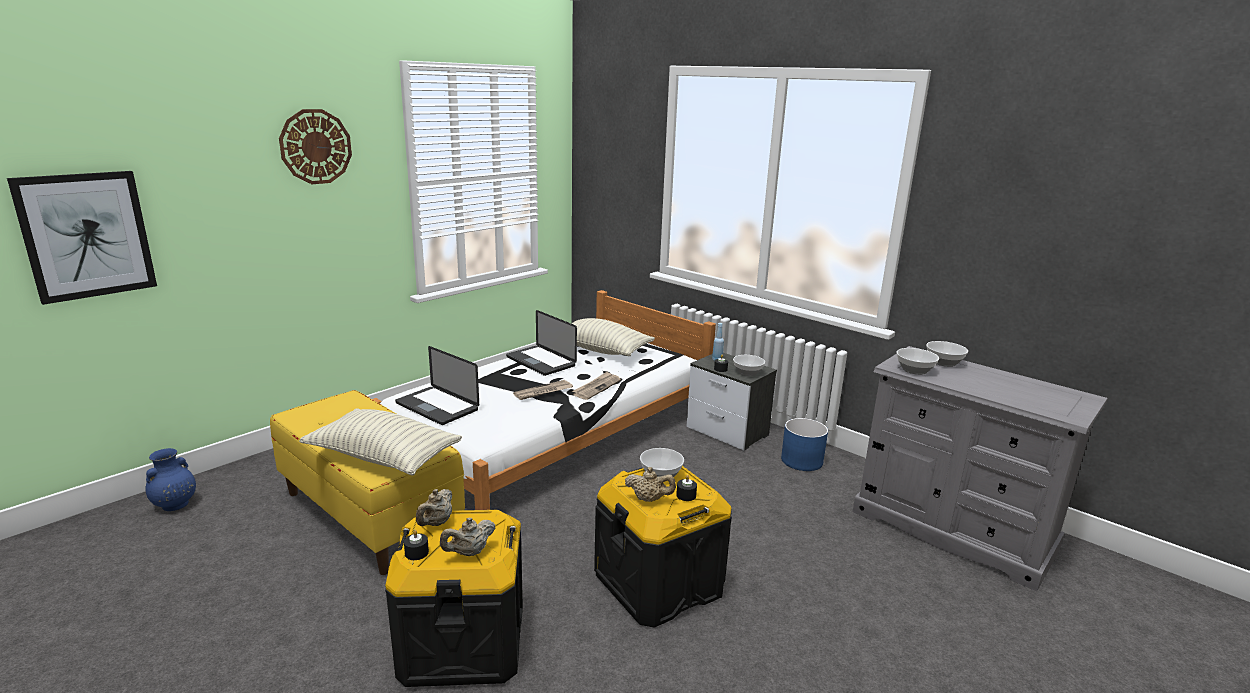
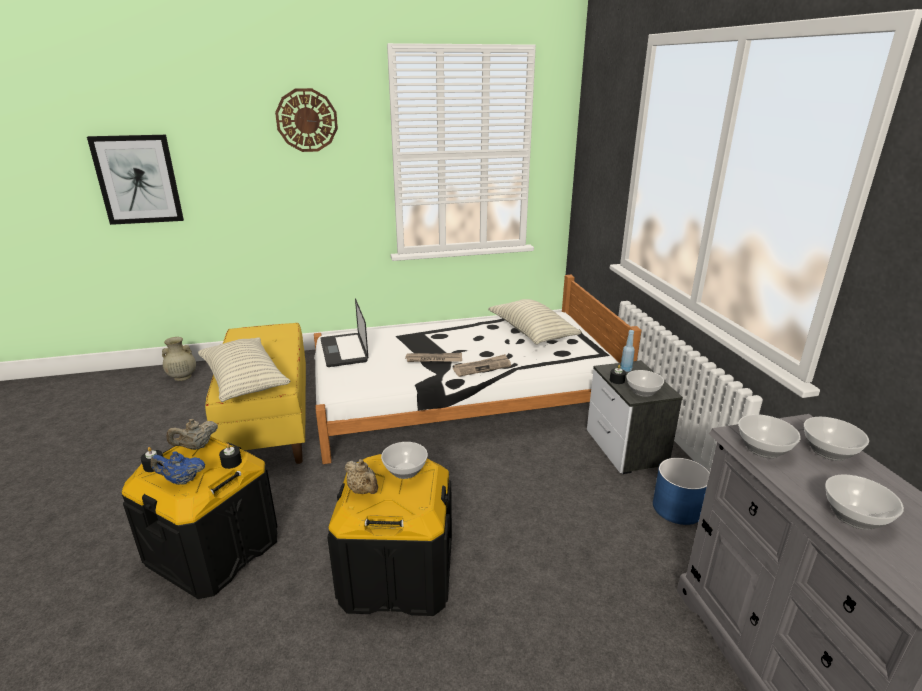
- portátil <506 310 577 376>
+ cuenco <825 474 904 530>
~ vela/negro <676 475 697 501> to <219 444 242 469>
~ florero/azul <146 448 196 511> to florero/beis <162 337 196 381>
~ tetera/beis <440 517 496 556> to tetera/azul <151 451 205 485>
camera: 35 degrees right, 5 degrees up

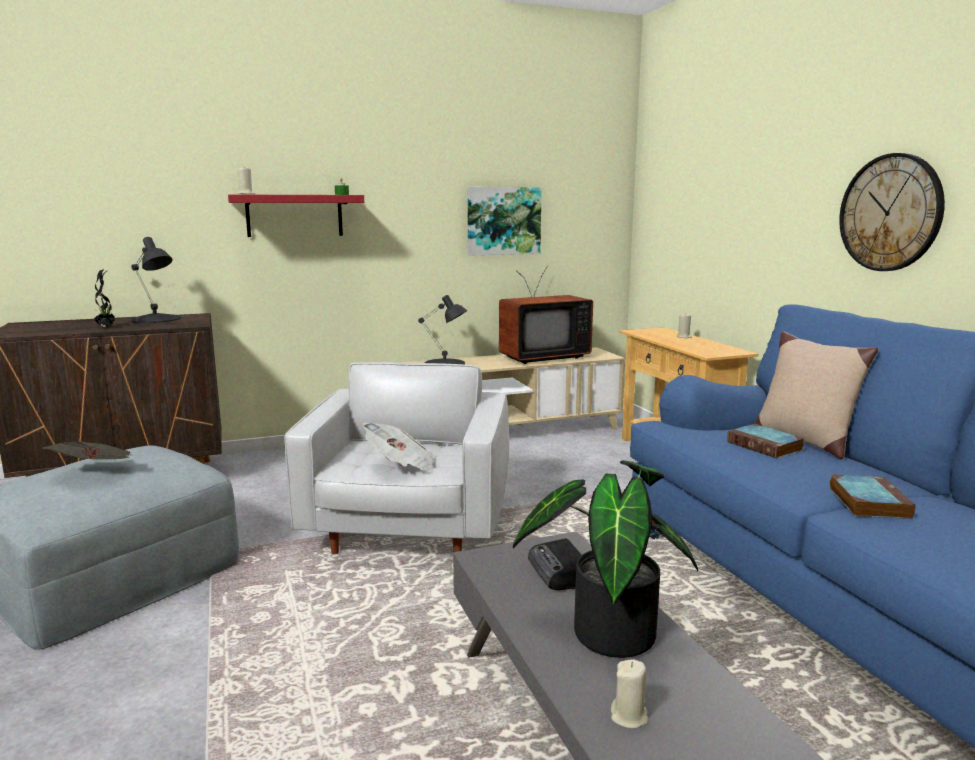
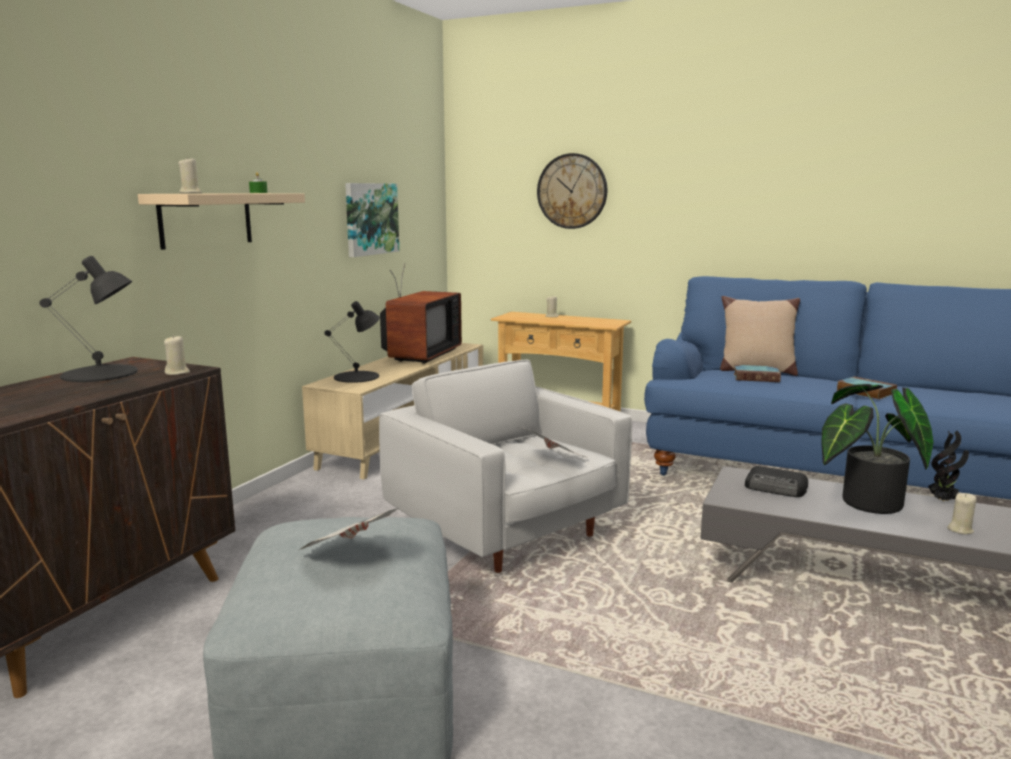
+ vela/beis <164 335 190 375>
~ planta en maceta <94 269 115 328> to <928 431 969 501>
~ reloj de pared <839 153 945 271> to <537 153 607 229>
~ estante/rojo <228 194 364 237> to estante/beis <138 193 305 250>
camera: 45 degrees left, 0 degrees up

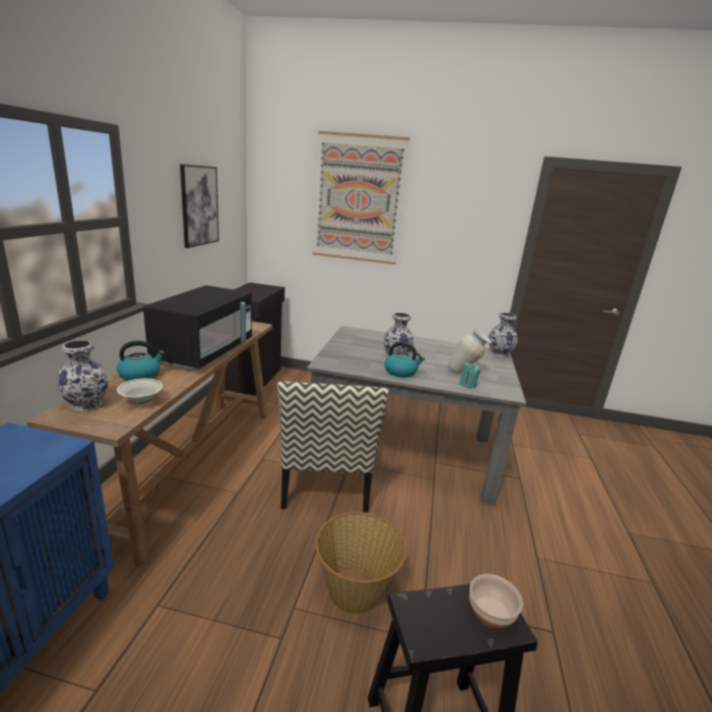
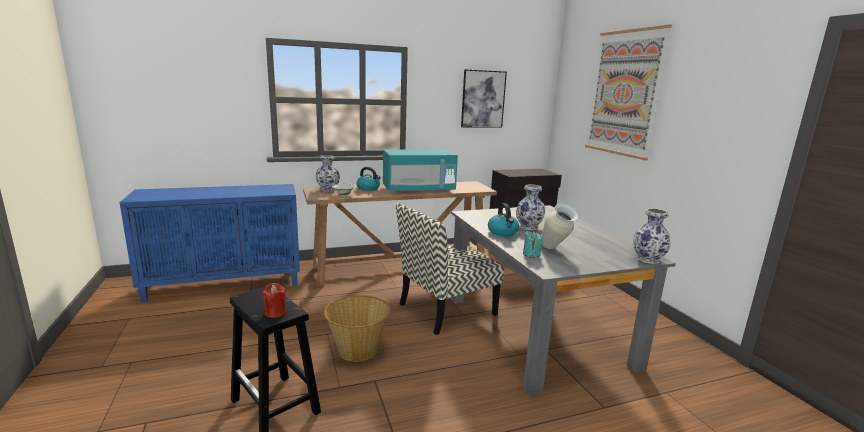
~ cuenco <469 574 523 629> to vela/rojo <262 283 287 318>
~ microondas/negro <143 285 252 369> to microondas/turquesa <383 149 458 193>
camera: 60 degrees right, 5 degrees down

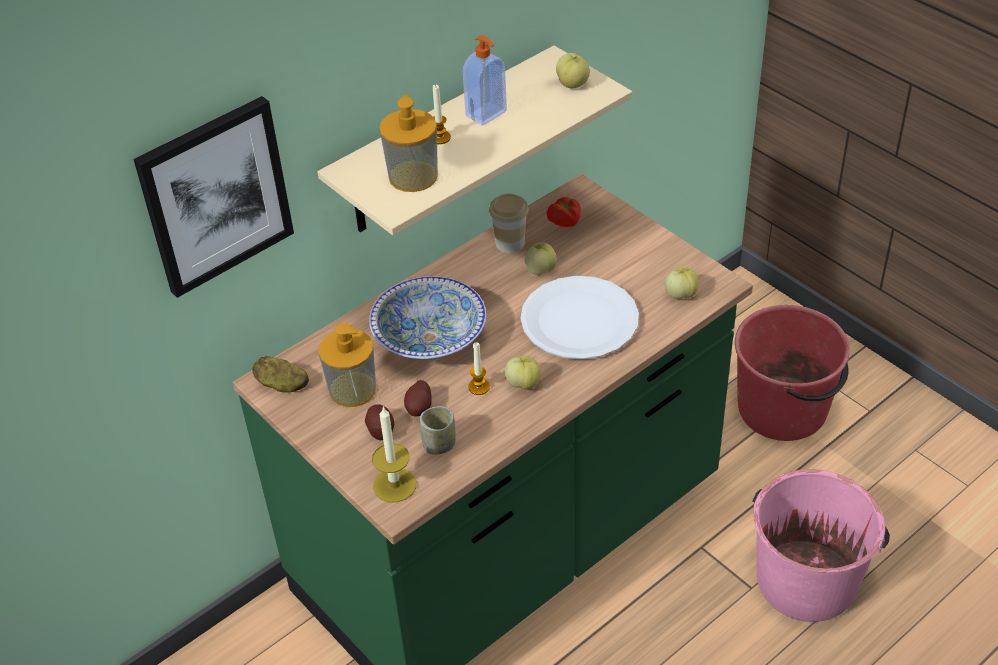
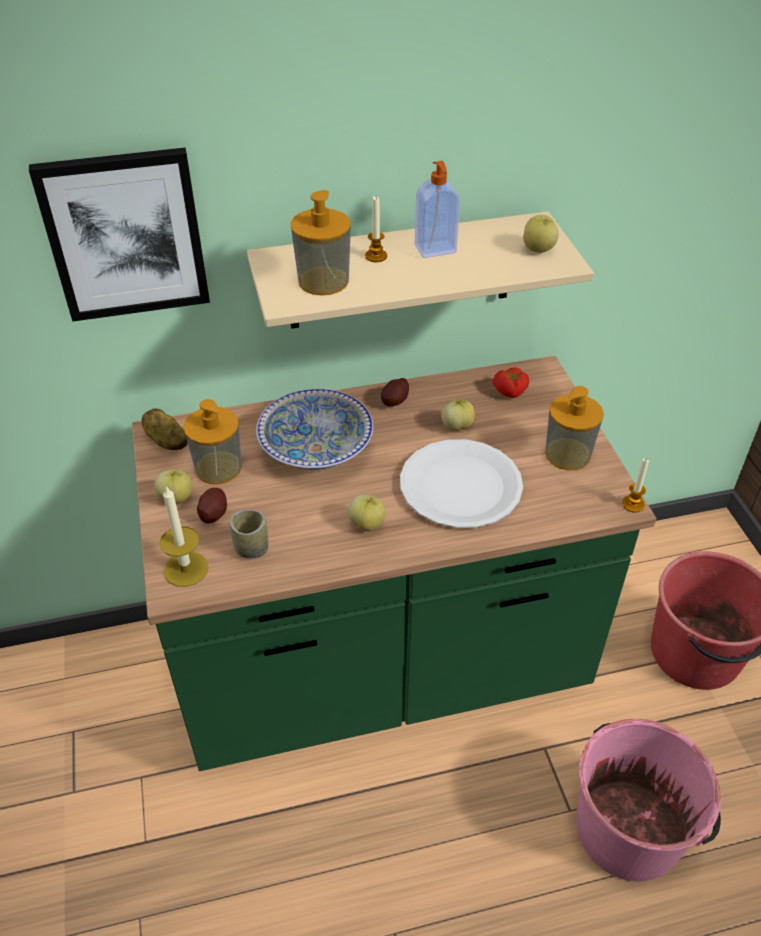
- taza <489 194 529 253>
+ dispensador de jabón <545 386 604 470>
~ patata <404 380 432 417> to <381 378 409 406>
~ vela <468 342 490 395> to <622 458 649 513>
~ manzana <665 267 699 299> to <155 469 193 504>
camera: 25 degrees right, 0 degrees up

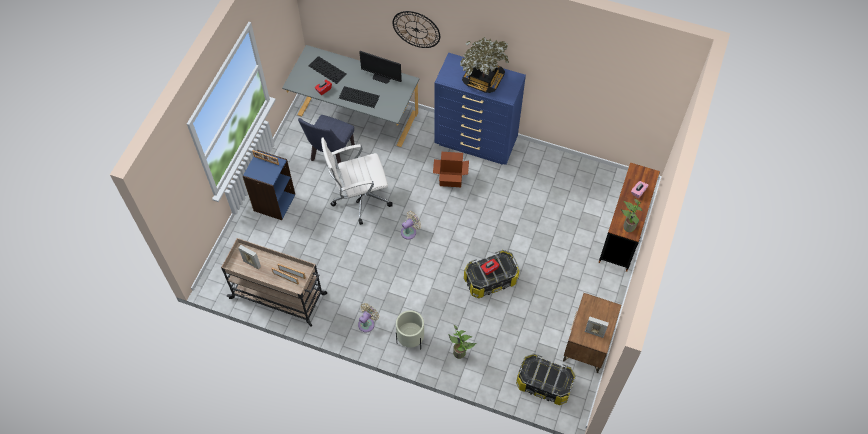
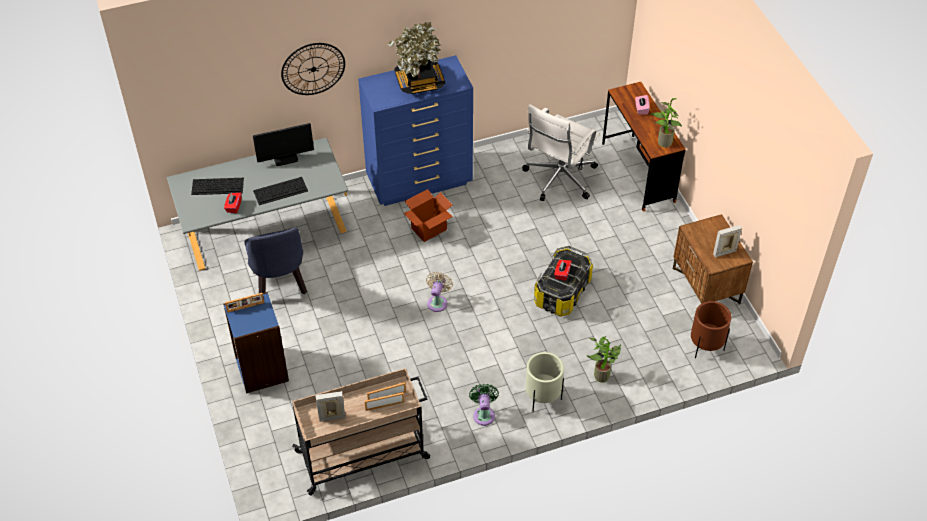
~ silla de oficina/blanco <321 137 393 225> to <522 104 600 201>
~ caja de almacenaje <516 353 576 405> to maceta/marrón <691 301 732 359>
~ ventilador/beis <358 303 379 333> to ventilador/verde <469 384 499 426>
camera: 40 degrees left, 10 degrees down

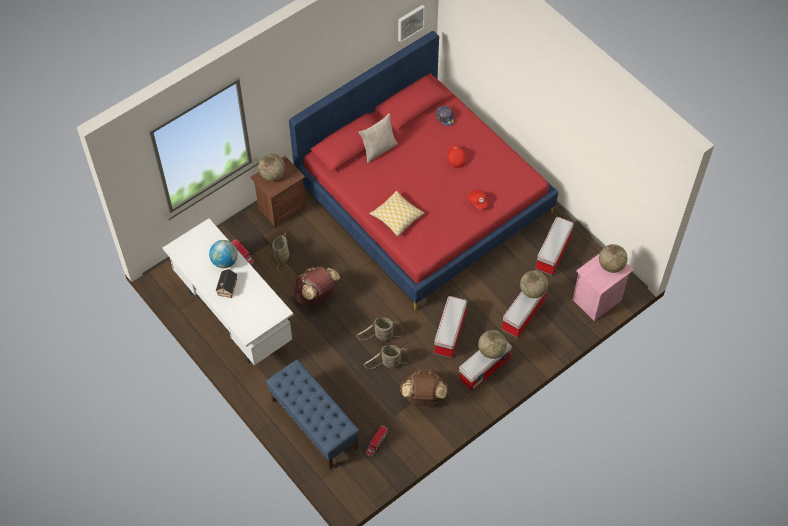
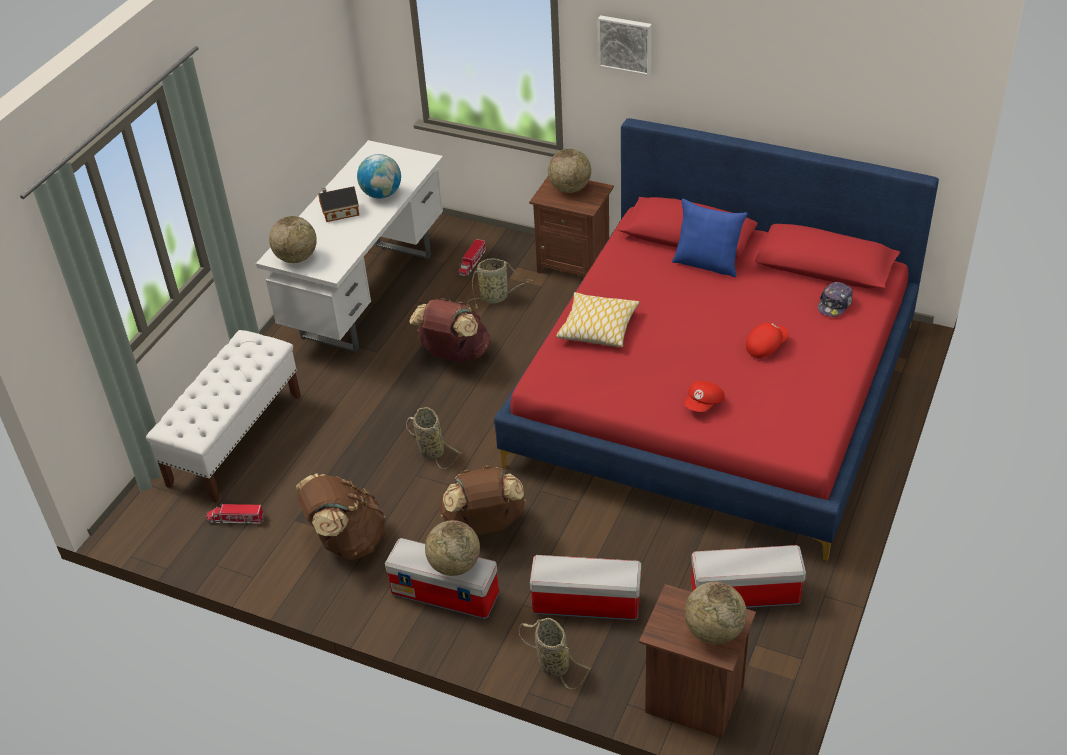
~ cesta <364 345 410 369> to <519 618 591 689>
~ cuadro <398 5 425 43> to <598 15 652 76>
~ globo terráqueo <520 270 548 298> to <269 216 317 263>
~ caja de almacenaje <434 296 467 358> to mochila/marrón <439 465 526 535>
~ banco/azul <266 359 360 469> to banco/blanco <146 330 301 503>
~ cojín/beis <359 113 398 163> to cojín/azul <672 199 747 277>
~ mesita de noche/rosa <572 254 634 321> to mesita de noche/marrón <639 584 756 738>
camera: 65 degrees right, 15 degrees down

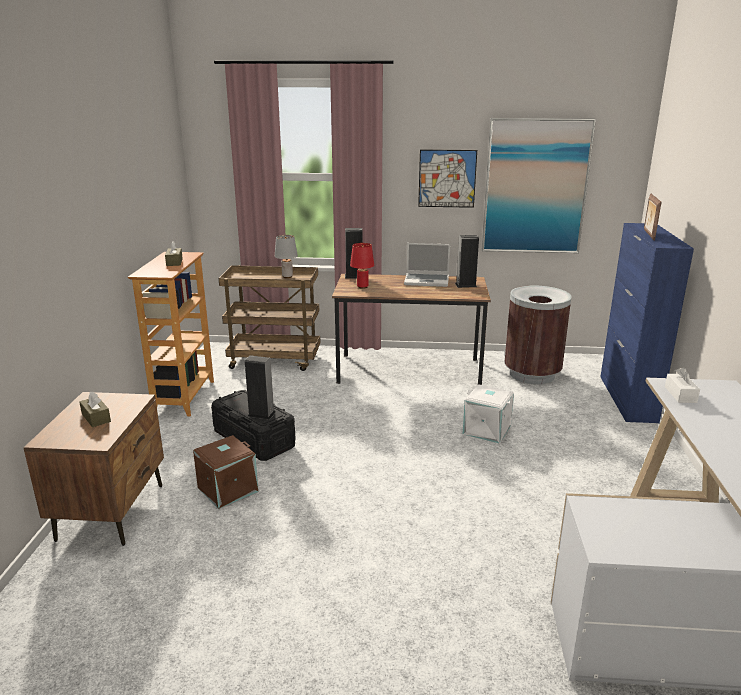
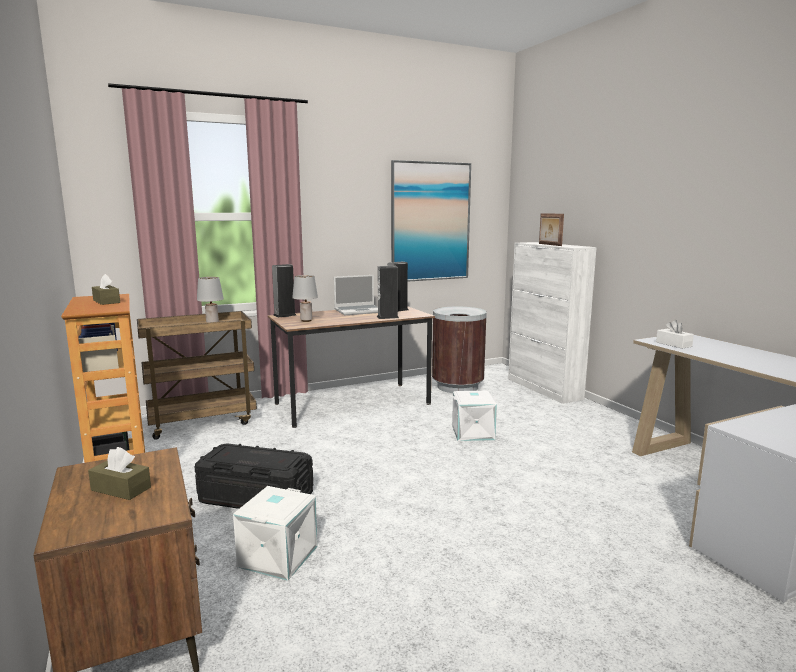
- cuadro <418 150 477 208>
~ altavoz <245 355 276 420> to <377 266 399 319>
~ caja de almacenaje/marrón <193 435 259 509> to caja de almacenaje/blanco <233 486 318 581>
~ lámpara de mesa/rojo <350 243 374 289> to lámpara de mesa/gris <292 275 318 322>
~ armario/azul <600 223 694 423> to armario/blanco <508 242 597 404>
camera: 30 degrees left, 10 degrees down

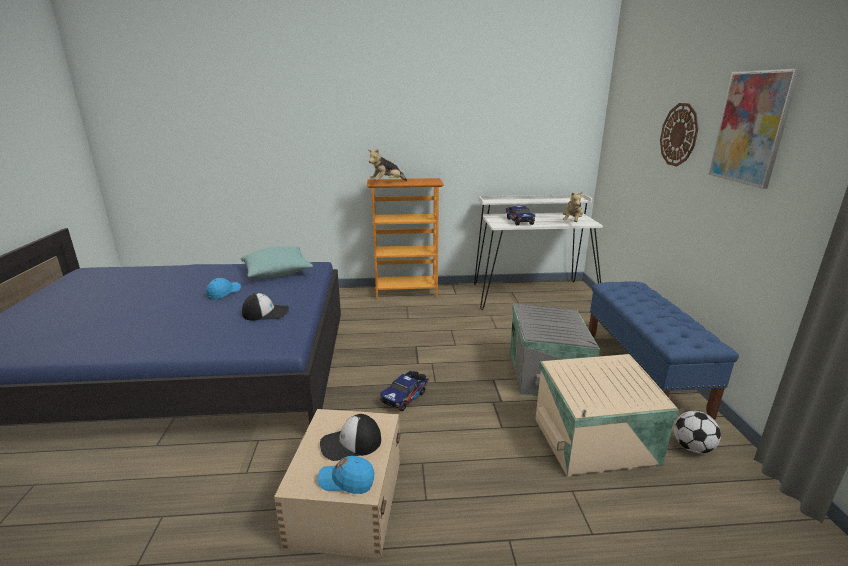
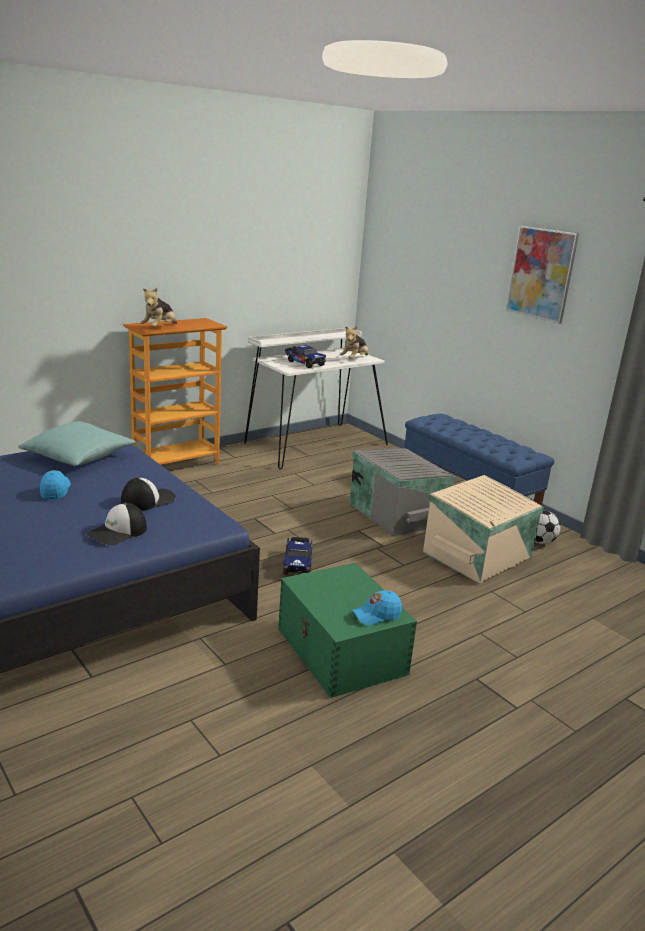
- reloj de pared <660 103 698 166>
~ gorra <320 414 381 461> to <87 502 147 545>
~ caja de almacenaje/beis <274 409 401 559> to caja de almacenaje/verde <278 563 417 698>
~ peluche <563 191 583 222> = <339 326 368 359> 45 degrees clockwise
camera: 35 degrees left, 0 degrees up

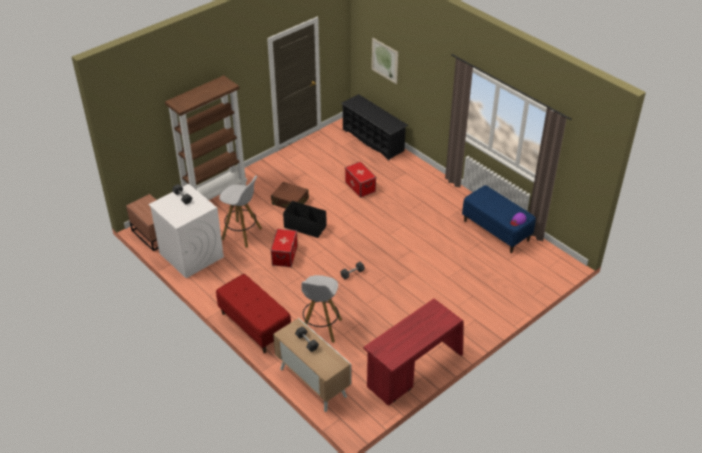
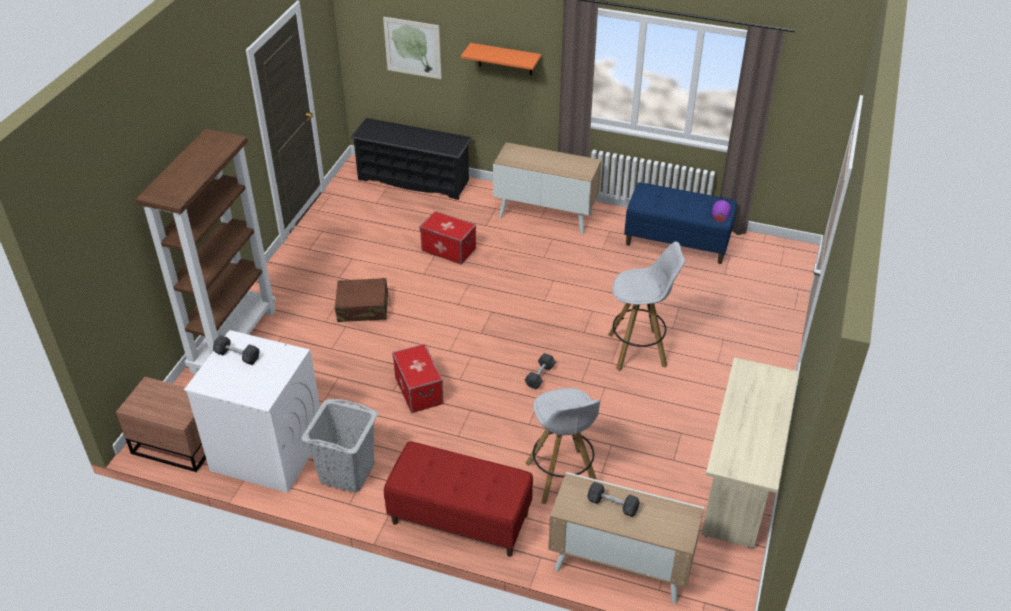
- caja de almacenaje/negro <283 201 327 238>
+ cesto de la ropa/gris <302 399 378 493>
+ estante/naranja <461 43 541 75>
+ armario <493 142 601 234>
~ taburete/blanco <219 175 262 248> to <608 242 685 371>
~ escritorio/rojo <363 299 463 406> to escritorio/beis <701 357 799 548>
camera: 30 degrees left, 0 degrees up

